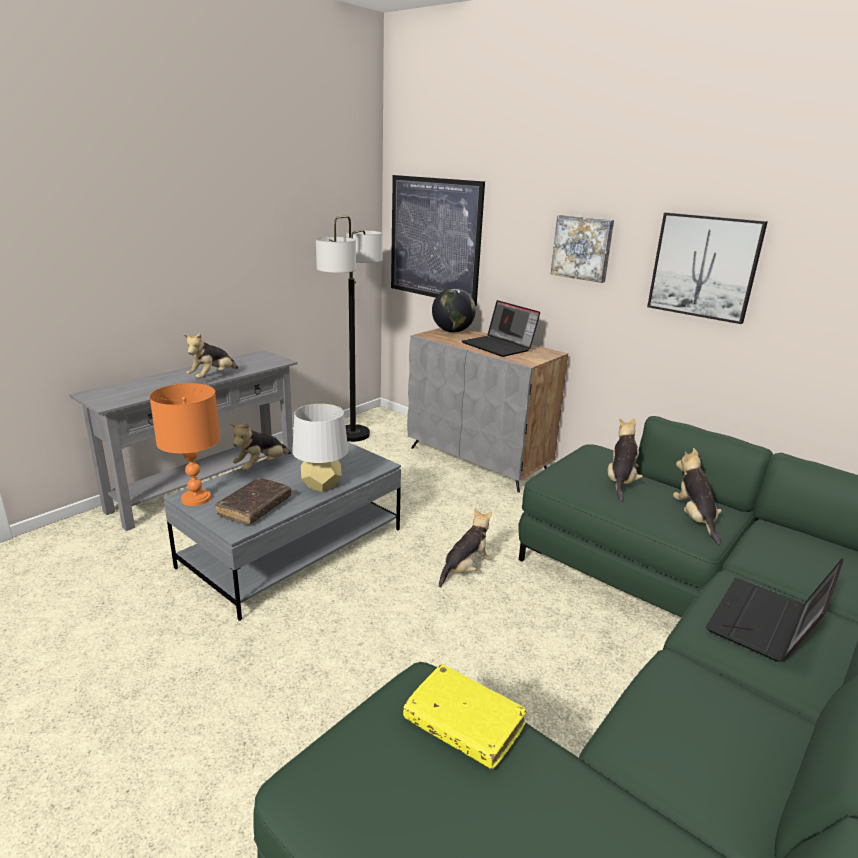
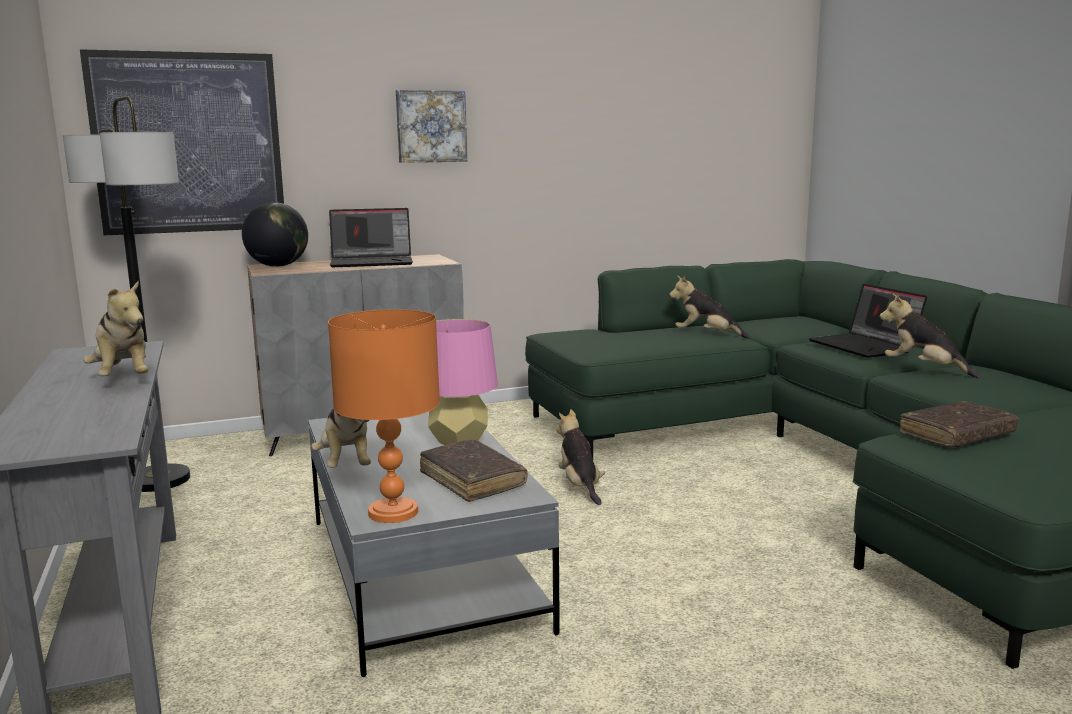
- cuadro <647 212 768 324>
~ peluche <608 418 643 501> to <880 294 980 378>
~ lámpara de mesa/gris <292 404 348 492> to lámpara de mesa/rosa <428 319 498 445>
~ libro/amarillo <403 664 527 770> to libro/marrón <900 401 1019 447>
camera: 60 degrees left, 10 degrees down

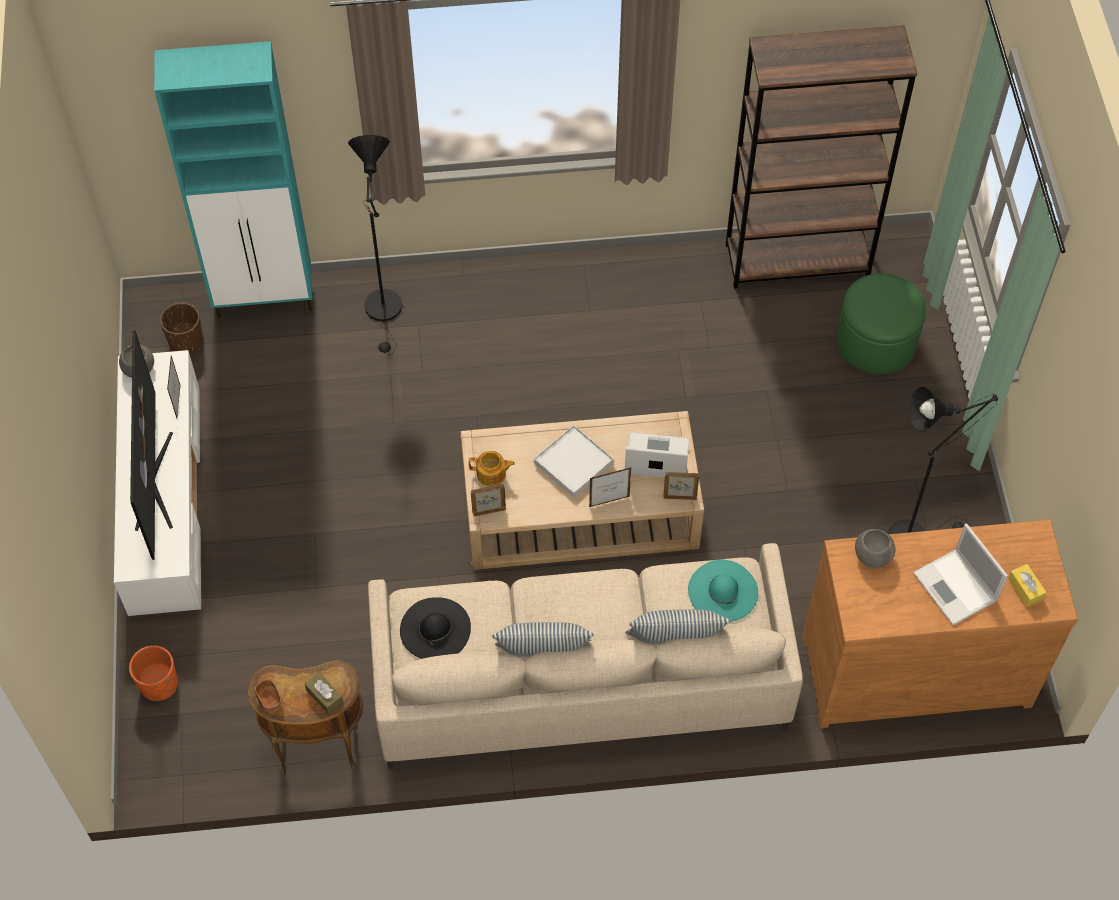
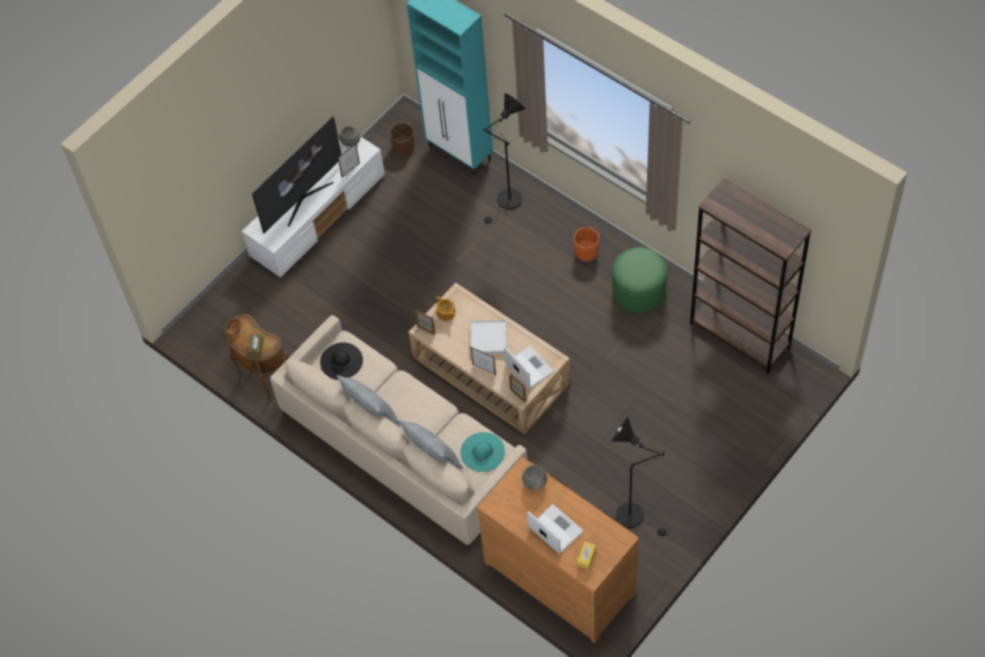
~ maceta/naranja <129 645 178 701> to <574 227 599 262>
~ puf/verde <836 273 926 374> to <612 247 667 314>
~ portátil <913 523 1008 625> = <527 504 584 554> 120 degrees clockwise
camera: 50 degrees right, 0 degrees up

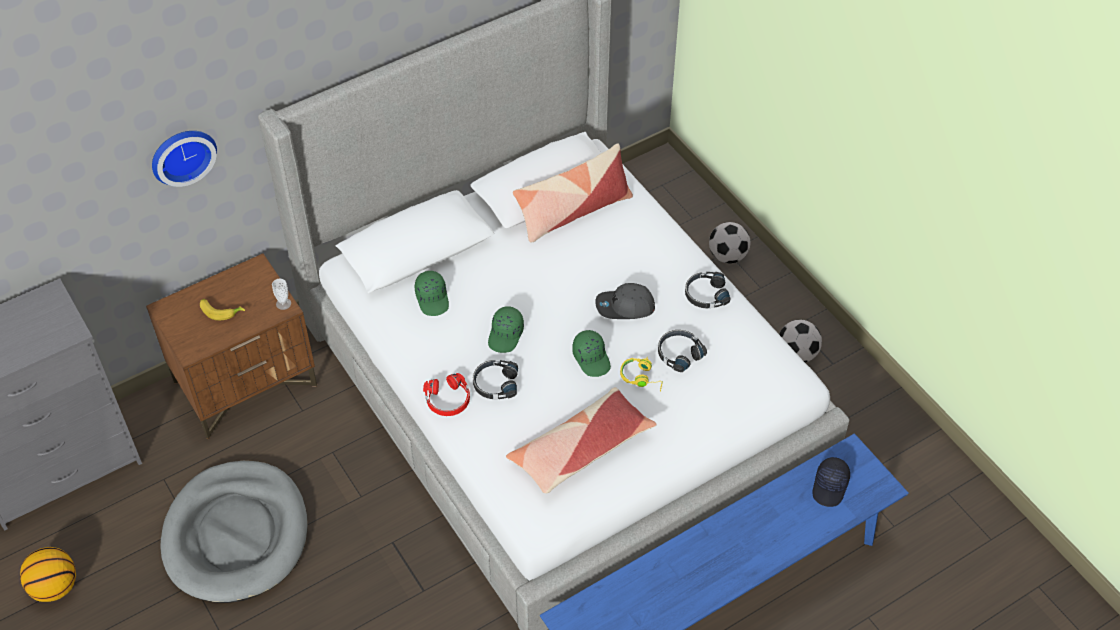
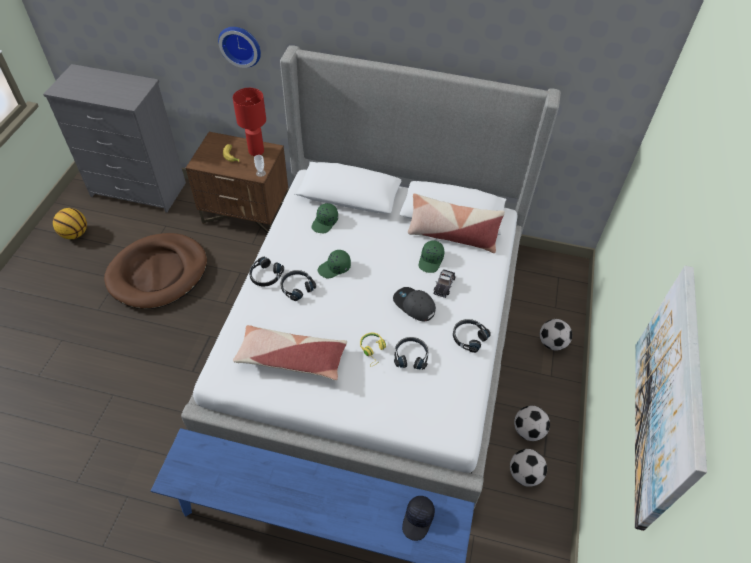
+ lámpara de mesa/rojo <233 88 266 156>
+ coche de juguete <433 269 456 298>
+ balón de fútbol <510 449 547 487>
+ cuadro <635 266 707 531>
~ gorra/verde <572 330 611 377> to <419 240 444 273>
~ cama para perro/gris <160 461 308 603> to cama para perro/marrón <104 233 207 309>
~ auriculares/rojo <423 373 470 416> to auriculares/negro <249 257 284 286>
~ gorra/negro <813 457 850 507> = <402 496 435 541> 45 degrees counterclockwise
camera: 45 degrees right, 0 degrees up

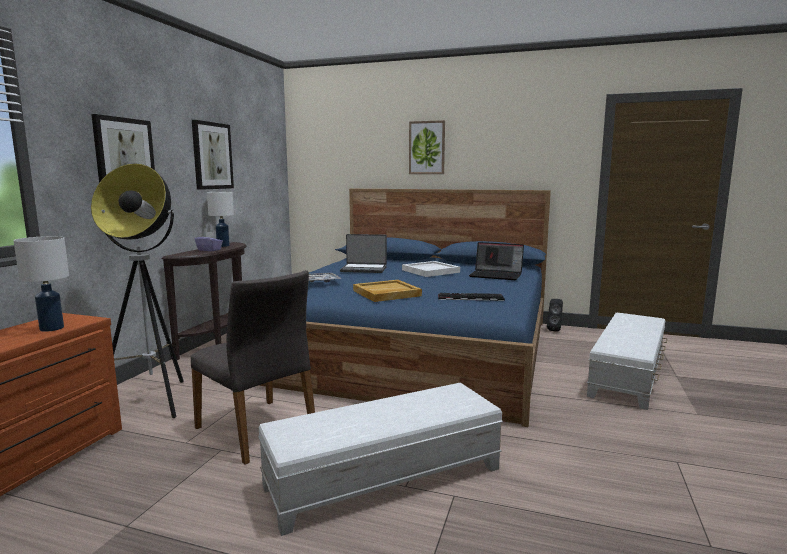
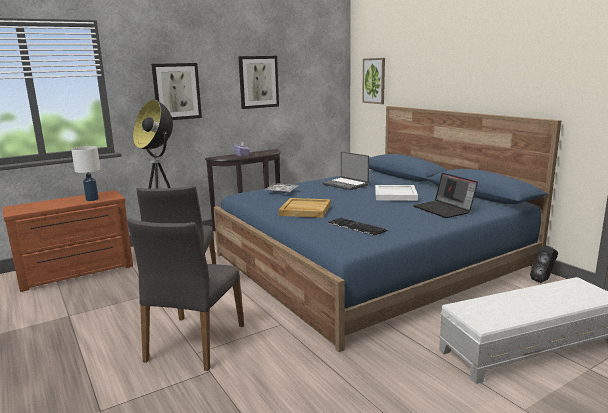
- lámpara de mesa/blanco <207 192 234 247>
~ cuadro <409 120 445 174> to <362 58 385 104>
~ puf/blanco <258 383 503 536> to silla/gris <127 219 244 371>
camera: 40 degrees right, 5 degrees up

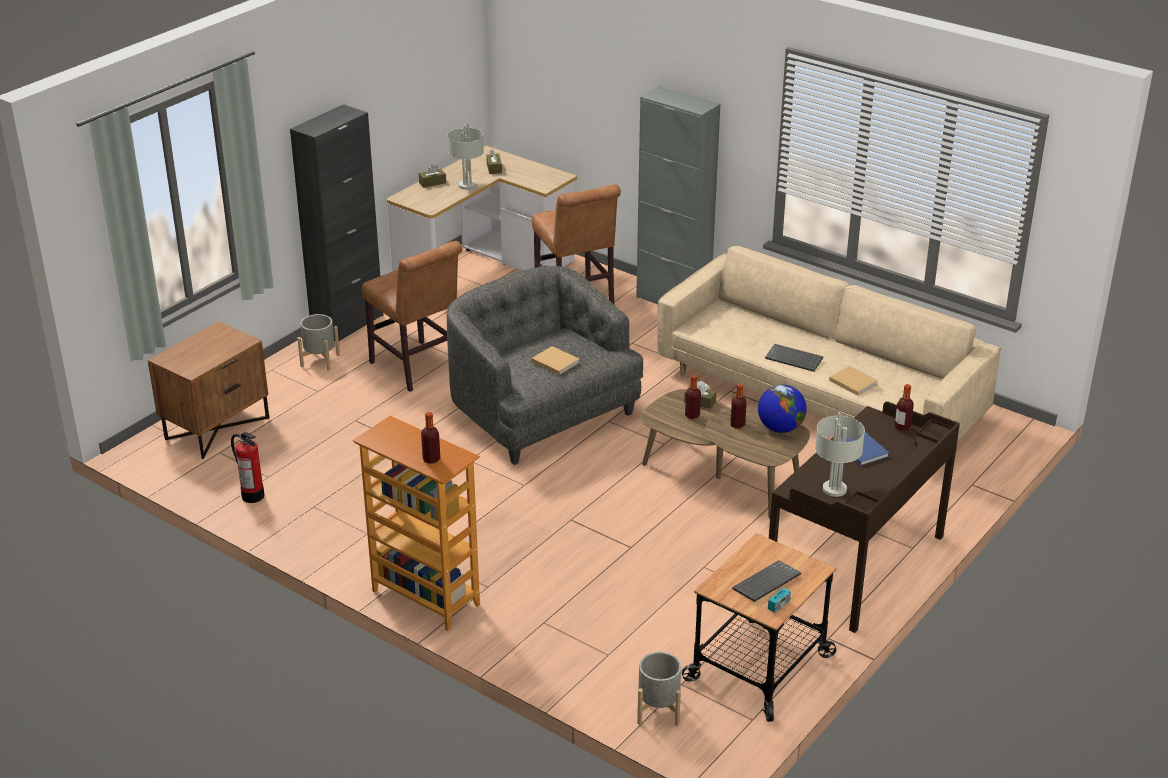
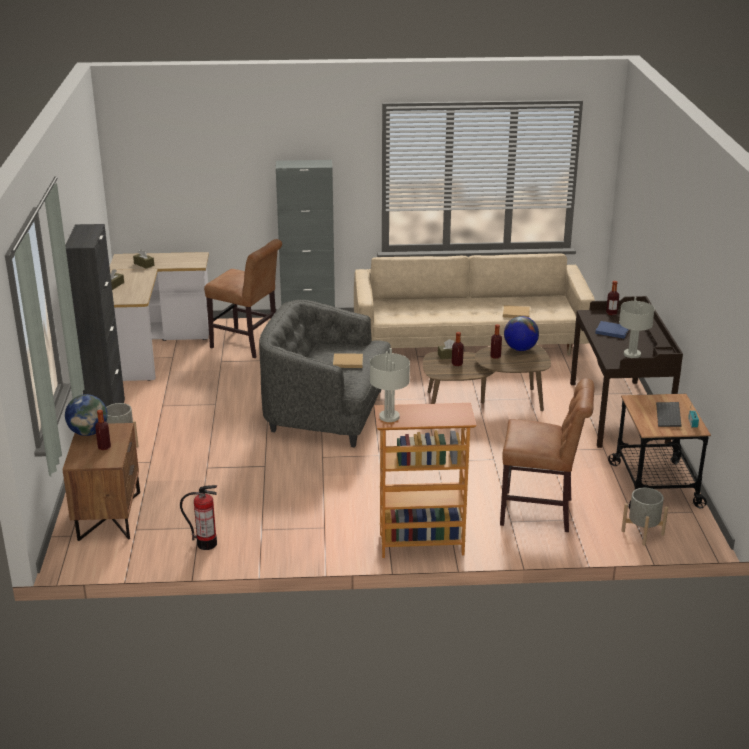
- teclado <765 344 823 372>
+ globo terráqueo <65 394 108 436>
~ silla/marrón <362 241 462 392> to <500 378 595 532>
~ botella <421 412 440 464> to <95 410 111 450>
~ lámpara de mesa/gris <448 123 484 190> to <370 348 410 422>
camera: 40 degrees left, 5 degrees down

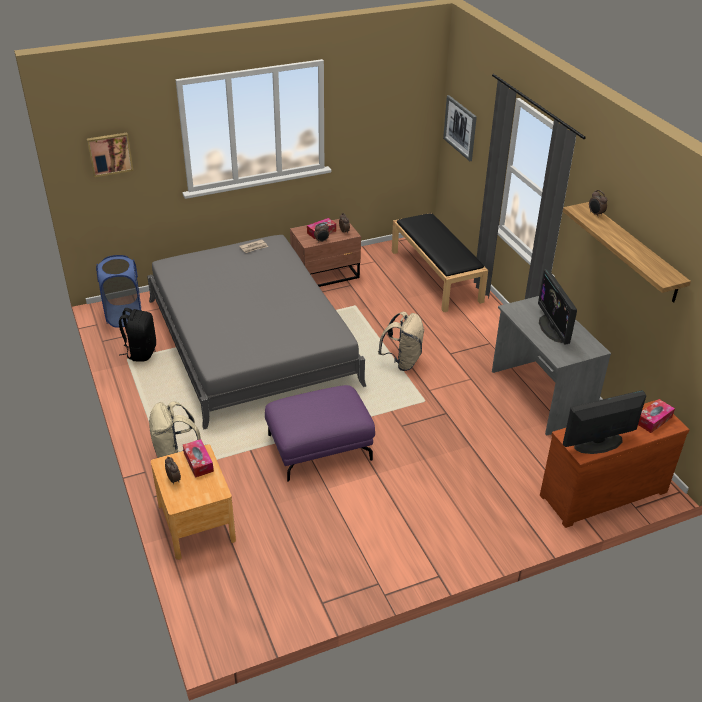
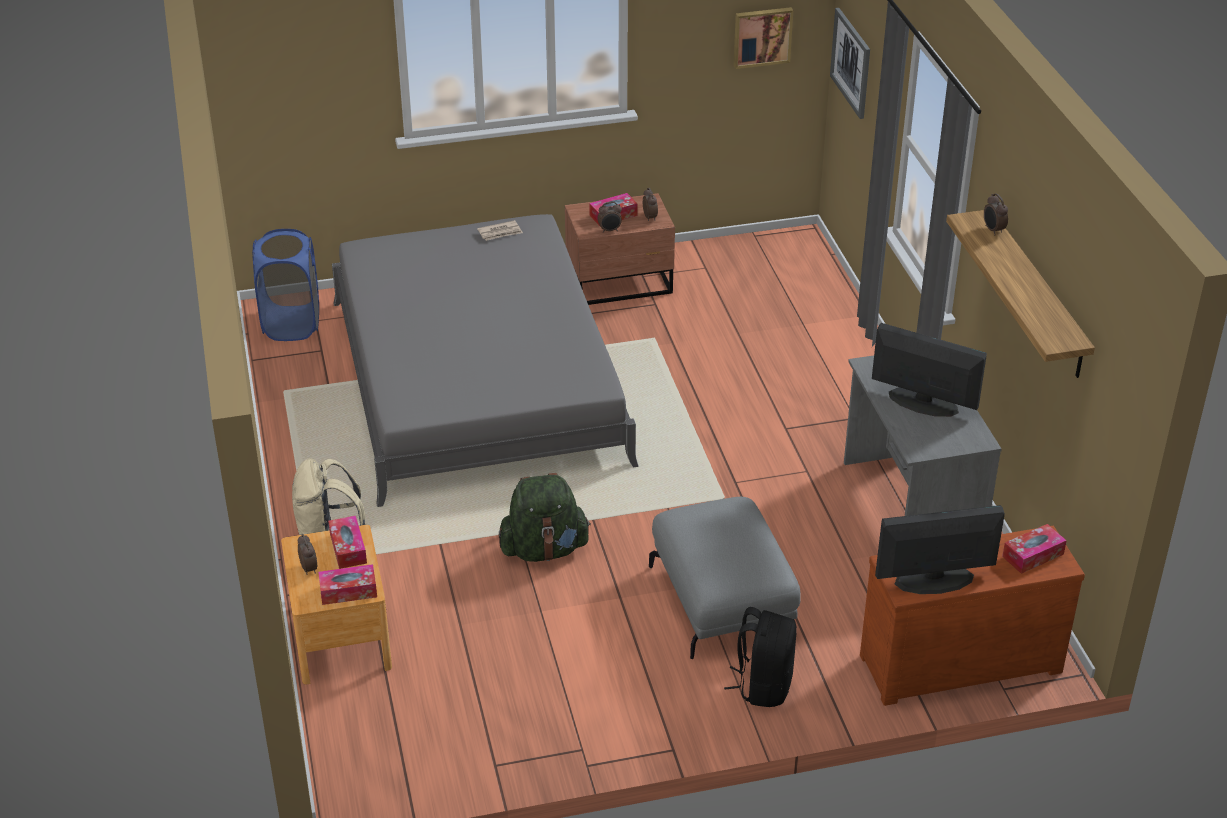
- mochila/beis <378 312 424 371>
- banco/negro <392 213 488 312>
+ caja de pañuelos <318 564 377 605>
+ puf/gris <649 497 801 659>
~ cuadro <87 133 133 177> to <733 7 793 69>
~ mochila/negro <119 308 156 362> to <724 607 797 707>
~ puf/morado <265 385 375 482> to mochila/verde <498 473 591 562>
~ monitor <538 269 577 345> = <872 323 987 417> 120 degrees clockwise
camera: 10 degrees right, 0 degrees up

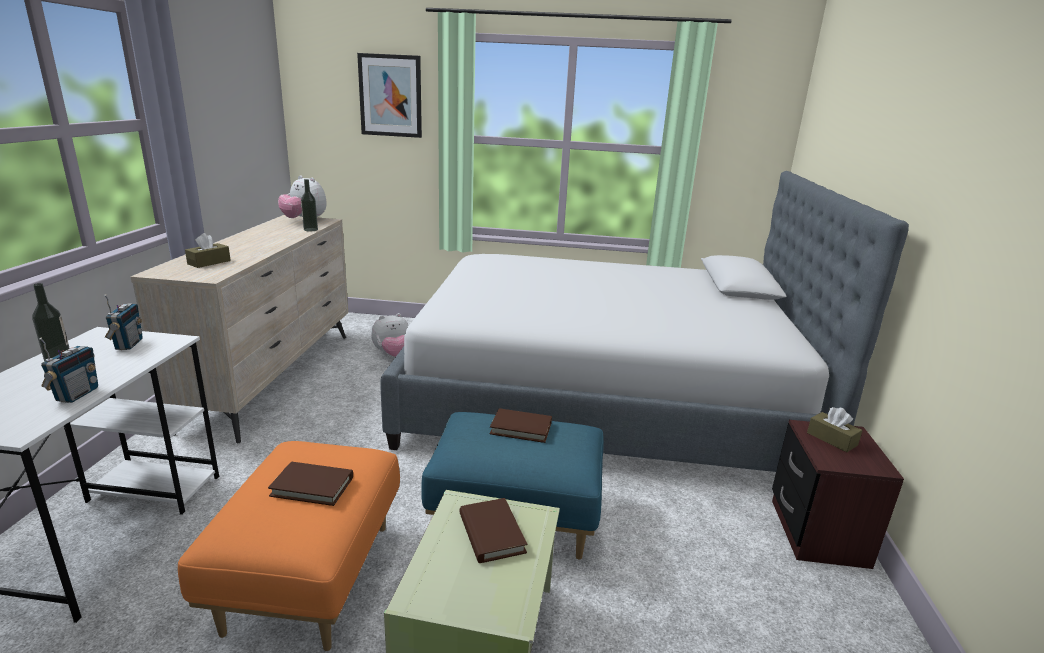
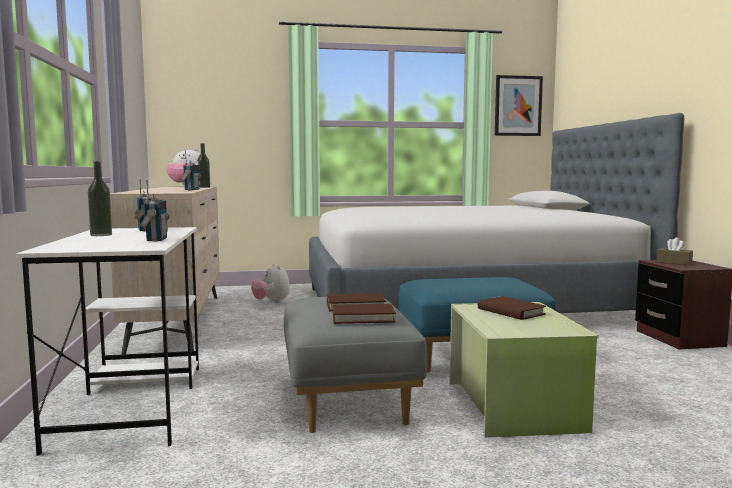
- caja de pañuelos/marrón <185 233 231 268>
+ radio <181 150 201 190>
~ cuadro <357 53 422 138> to <495 75 543 136>
~ libro/marrón <490 408 552 443> to <333 304 396 324>
~ puf/naranja <178 441 400 651> to puf/gris <284 297 427 433>
~ peluche <371 313 408 357> = <251 264 290 303> 105 degrees clockwise
camera: 15 degrees left, 15 degrees down

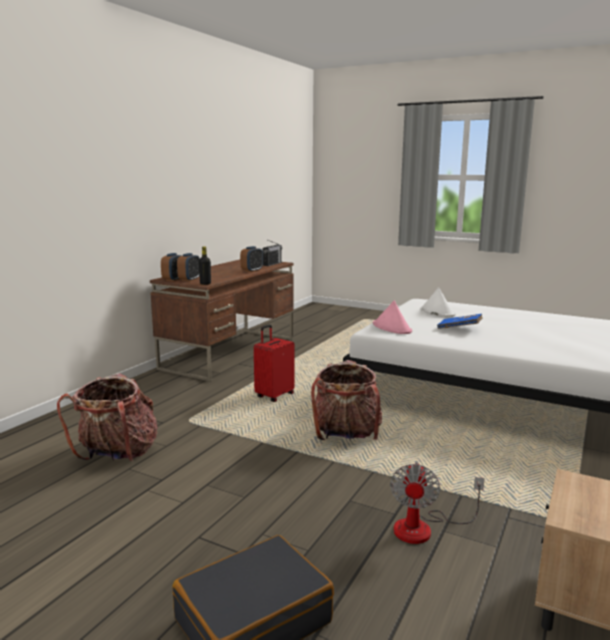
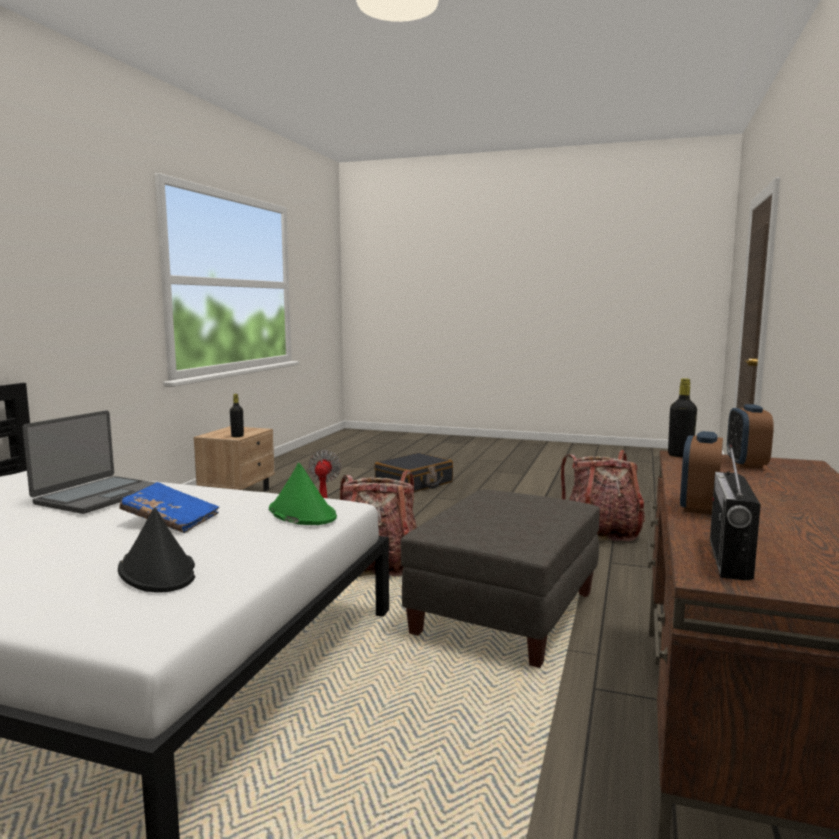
- despertador <161 253 182 281>
+ portátil <22 410 156 514>
+ botella/negro <230 394 244 437>
~ maleta/rojo <254 325 294 402> to puf/gris <401 489 600 668>
~ sombrero/rosa <373 301 412 334> to sombrero/verde <269 463 337 525>
~ sombrero/blanco <420 287 456 317> to sombrero/negro <118 508 195 593>
camera: 170 degrees right, 5 degrees down

